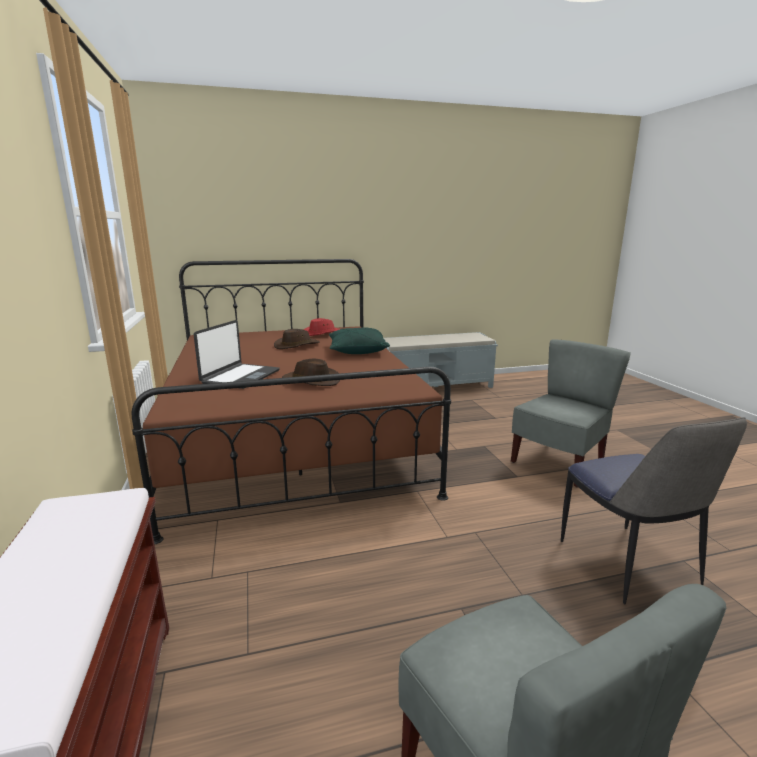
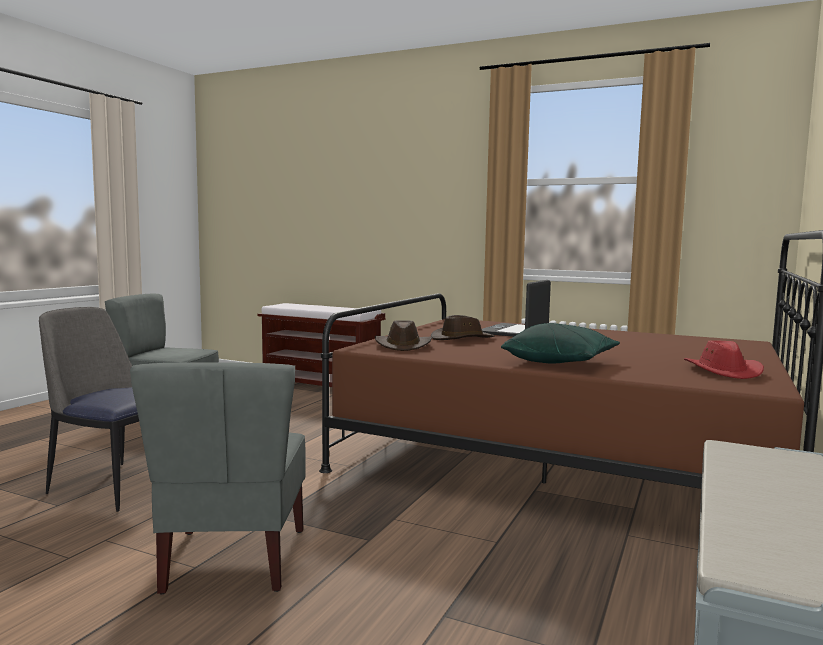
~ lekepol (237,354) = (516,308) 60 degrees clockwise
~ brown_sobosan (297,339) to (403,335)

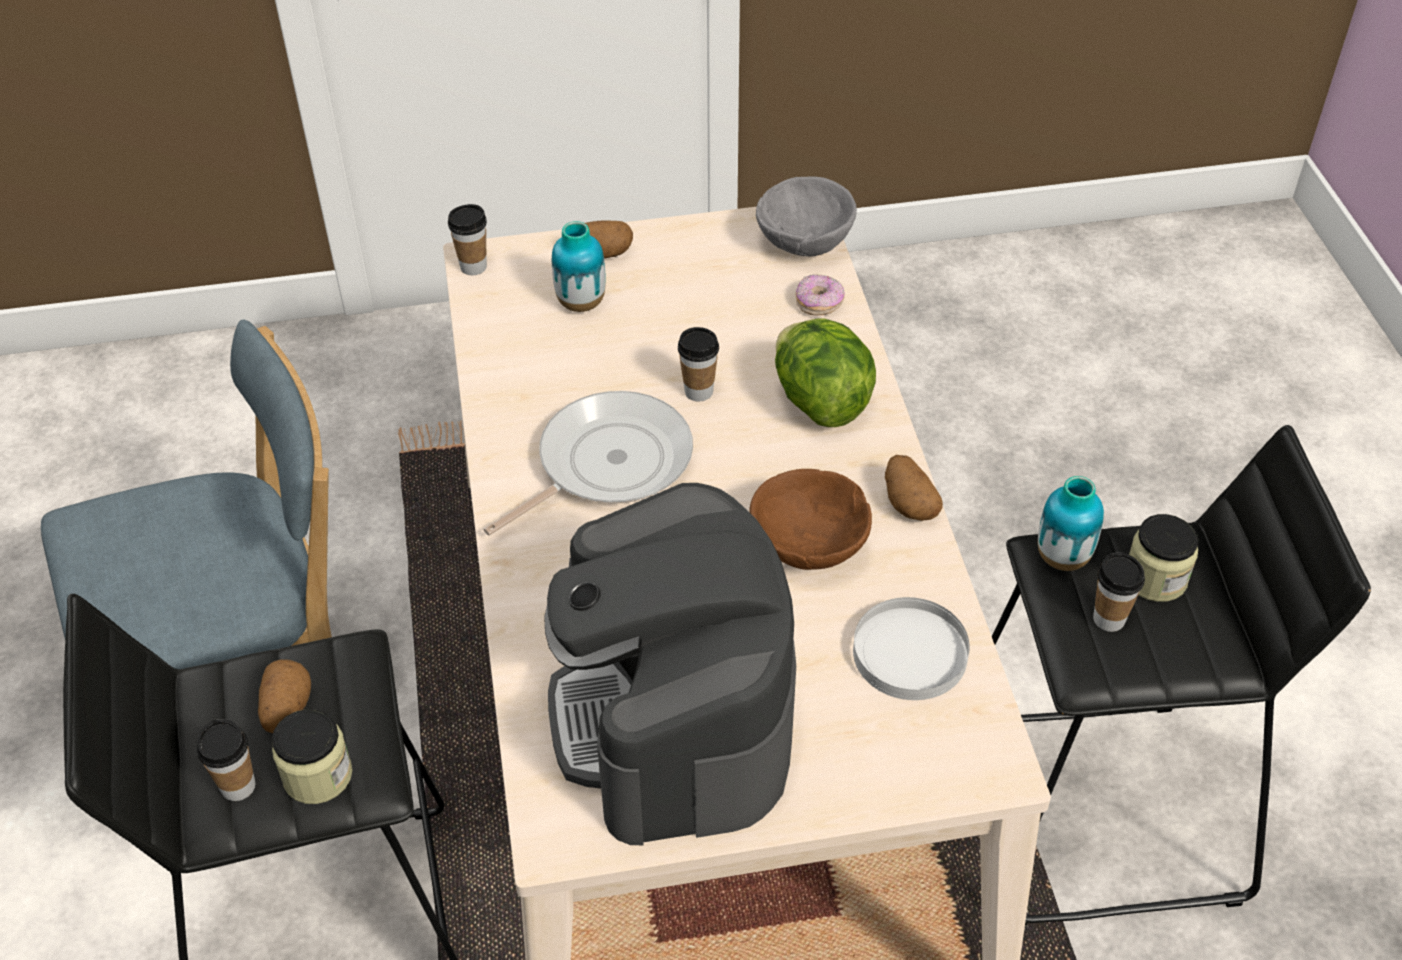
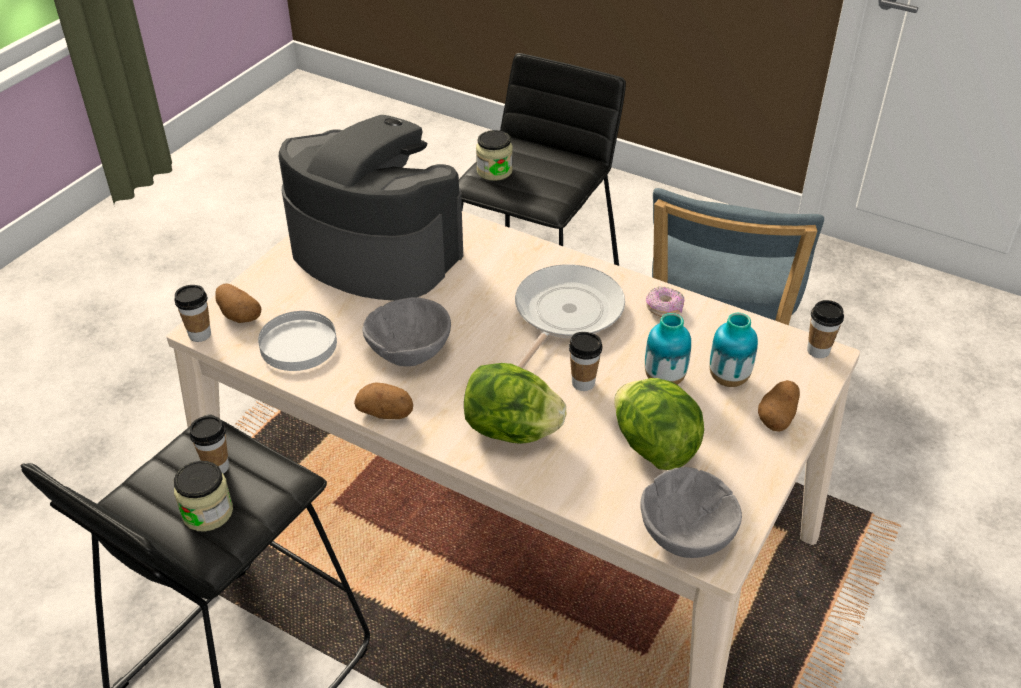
~ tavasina (820,295) to (665,301)
~ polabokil (588,463) = (570,316) 150 degrees counterclockwise
~ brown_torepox (810,519) to grey_torepox (406,331)
~ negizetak (1071,523) to (668,349)
~ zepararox (284,696) to (238,303)
~ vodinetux (226,760) to (192,313)
+ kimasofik (659,424)

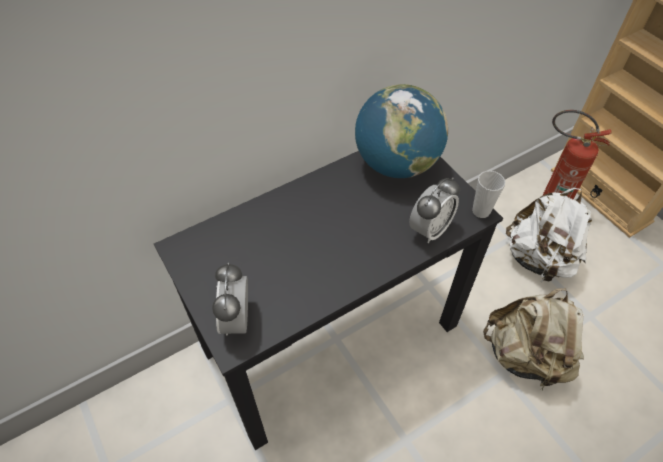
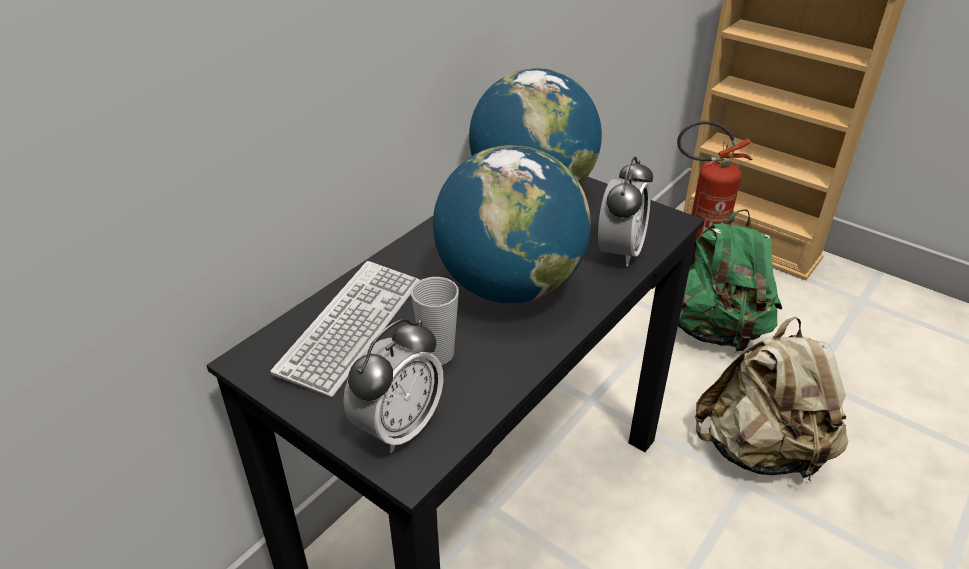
~ vodinetux (489,194) to (435,321)
~ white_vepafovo (549,234) to green_vepafovo (730,280)
~ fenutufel (230,299) = (393,386) 120 degrees counterclockwise
+ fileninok (512,224)
+ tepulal (345,329)

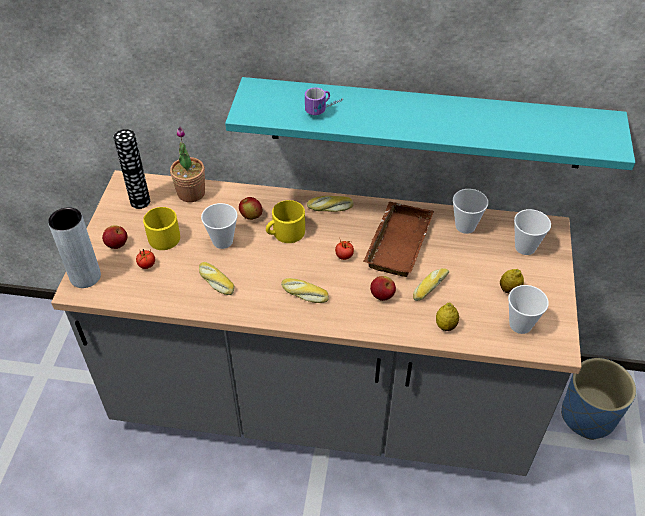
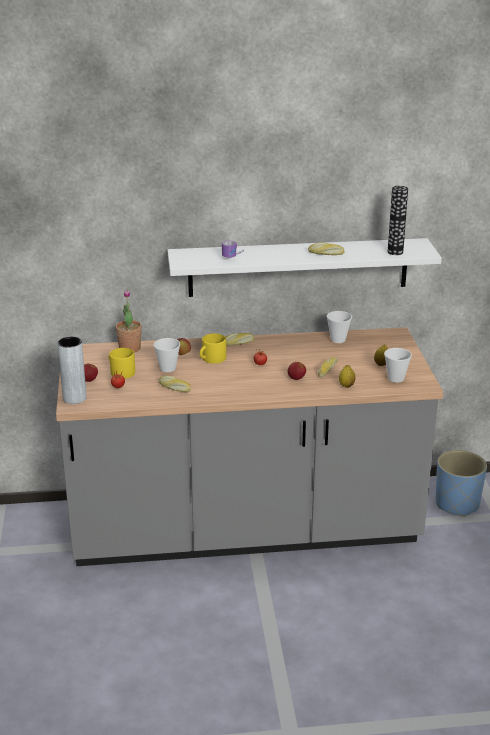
~ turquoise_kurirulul (430,123) to white_kurirulul (305,267)
~ negizetak (131,169) to (398,220)
- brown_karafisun (398,239)
- vodinetux (532,232)
~ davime (305,290) to (326,249)

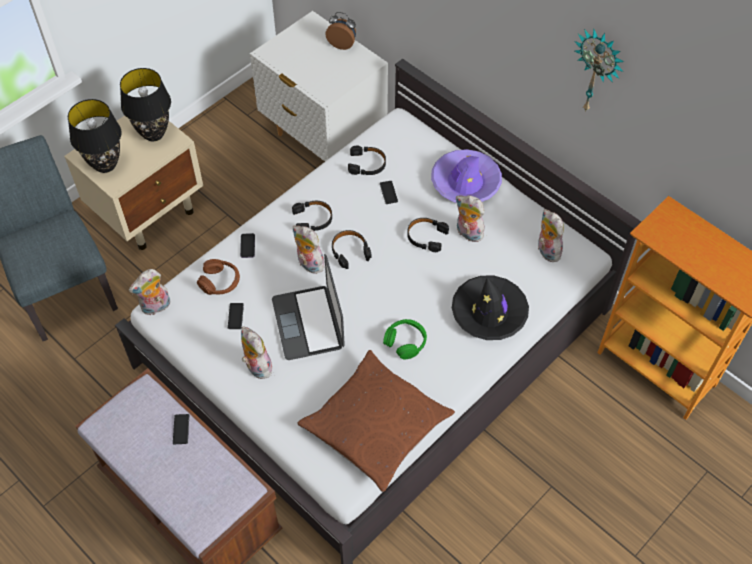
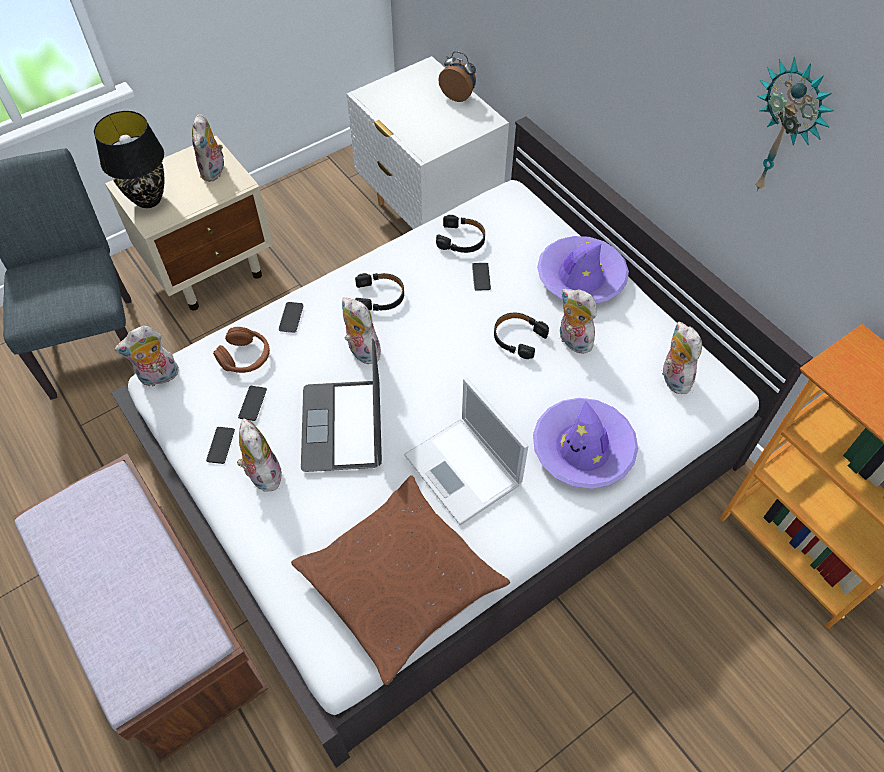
~ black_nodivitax (145,104) to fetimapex (208,148)
- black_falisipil (352,249)
~ black_sobosan (490,307) to purple_sobosan (585,443)
~ green_falisipil (405,339) to lekepol (466,451)
~ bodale (181,429) to (220,445)

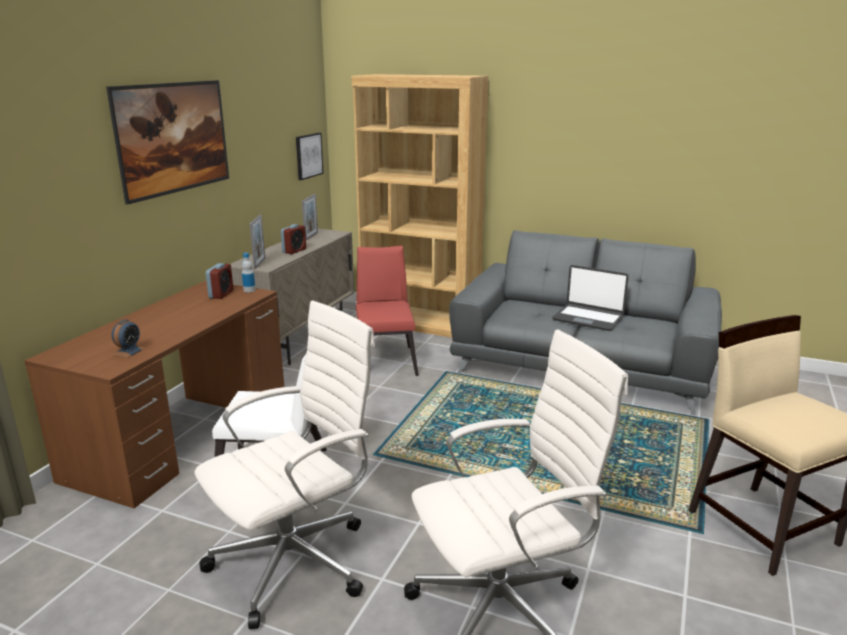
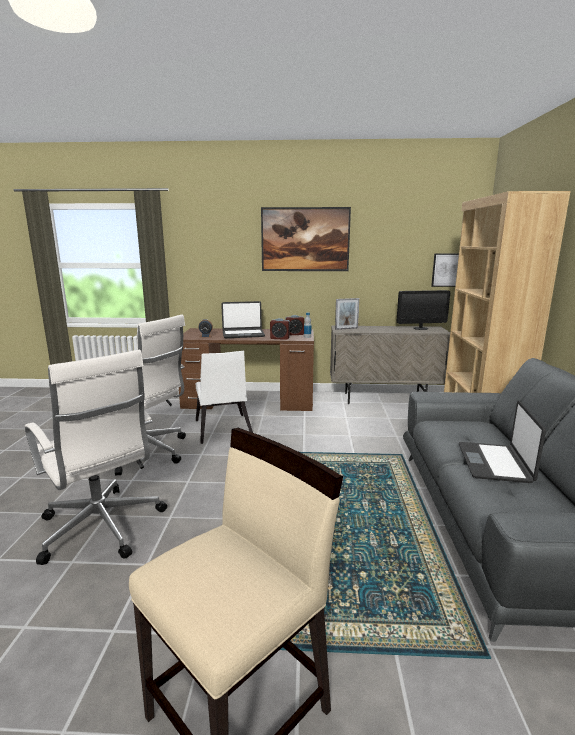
~ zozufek (310,217) to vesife (423,310)
~ fenutufel (293,239) to (280,329)
- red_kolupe (387,311)
+ lekepol (243,319)

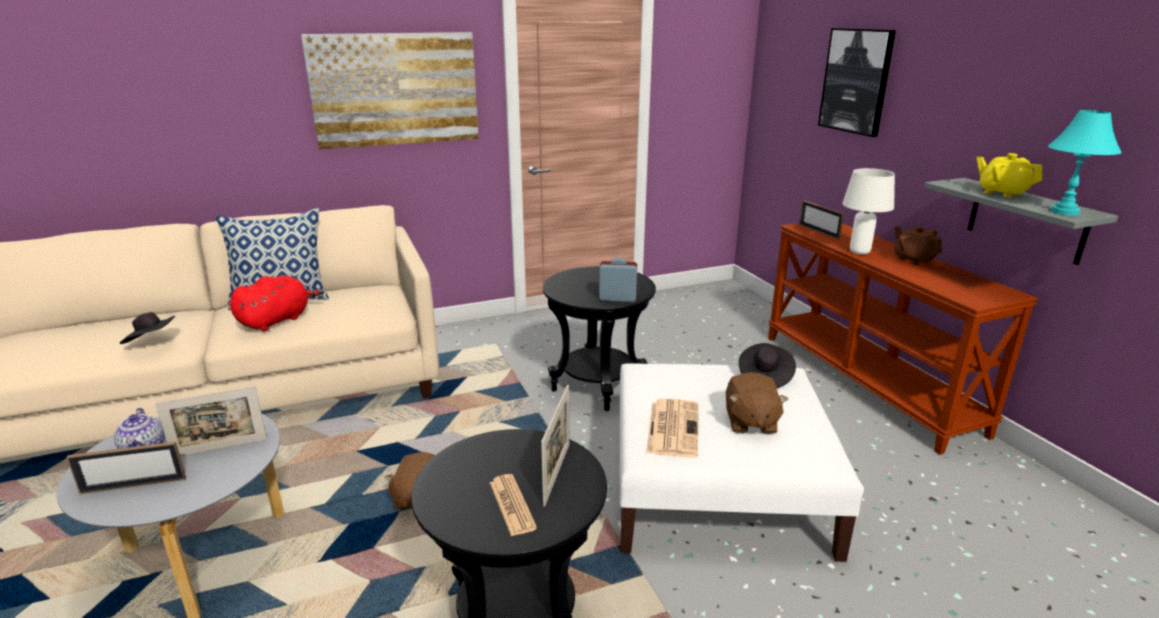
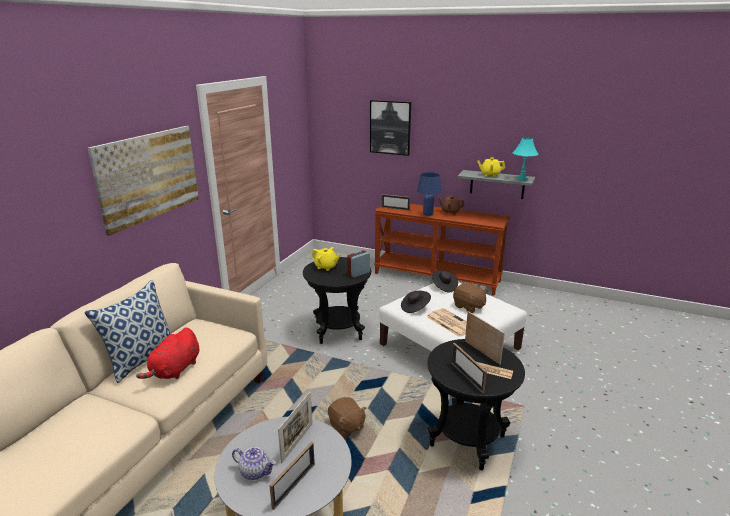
~ white_nodivitax (868,211) to blue_nodivitax (429,194)
~ red_fetimapex (277,303) = (167,353) 150 degrees counterclockwise
~ black_sobosan (147,328) to (416,302)
+ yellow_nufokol (326,259)
+ zozufek (469,368)

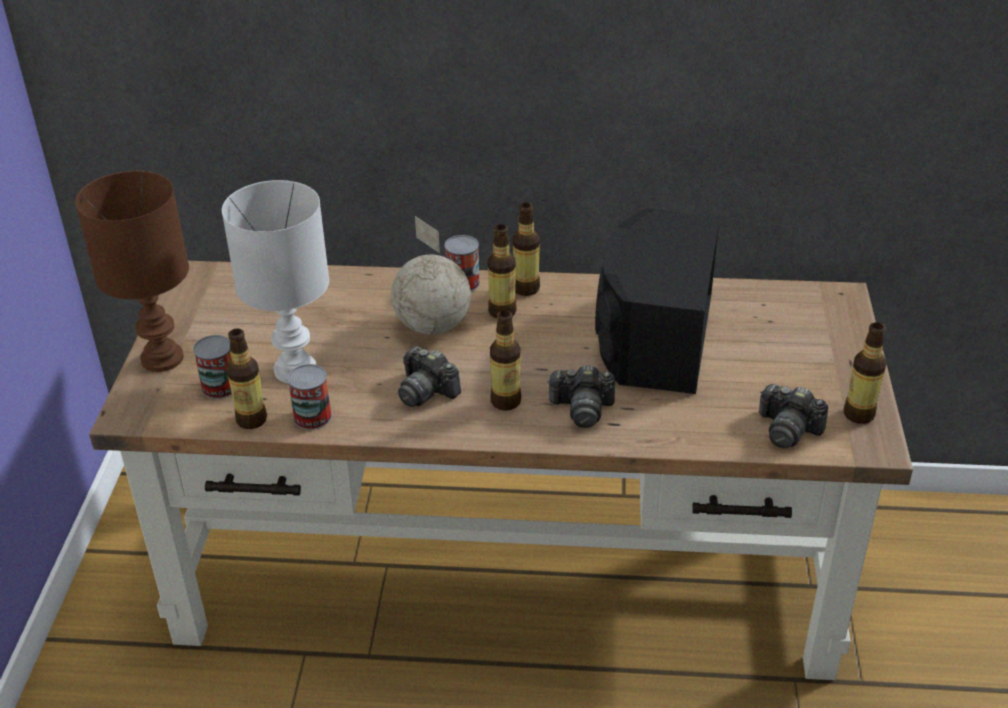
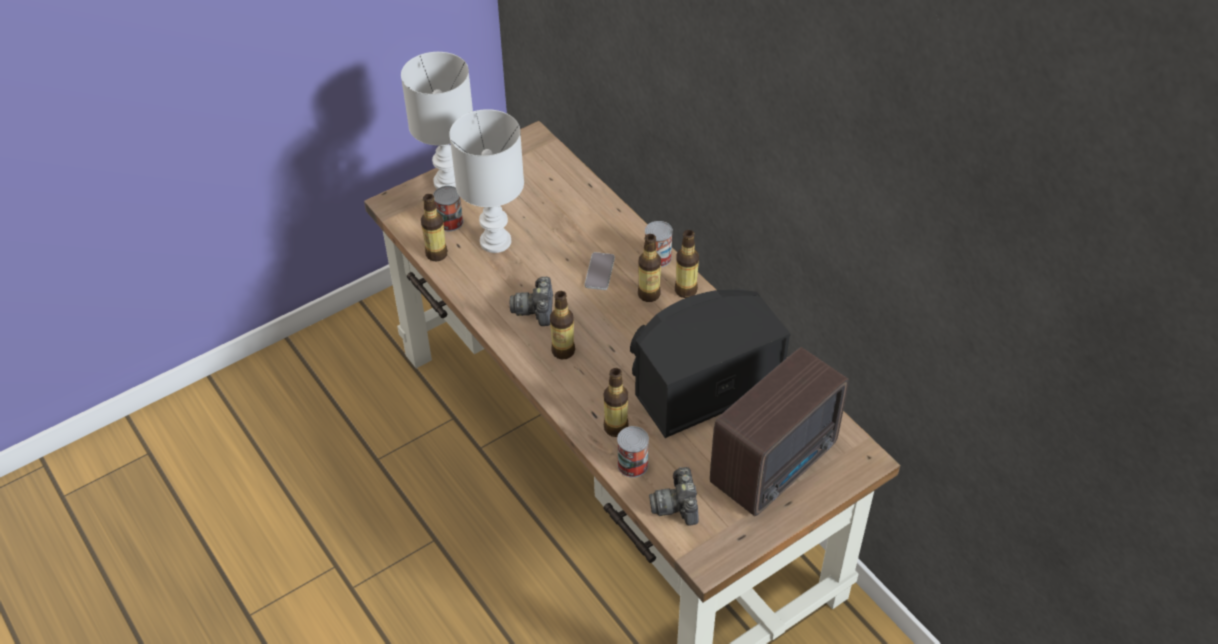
~ brown_nodivitax (132,271) to white_nodivitax (437,120)
~ fileninok (431,275) to bodale (600,271)
~ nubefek (865,373) to (616,402)
~ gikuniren (309,397) to (633,452)
- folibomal (581,396)
+ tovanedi (779,431)

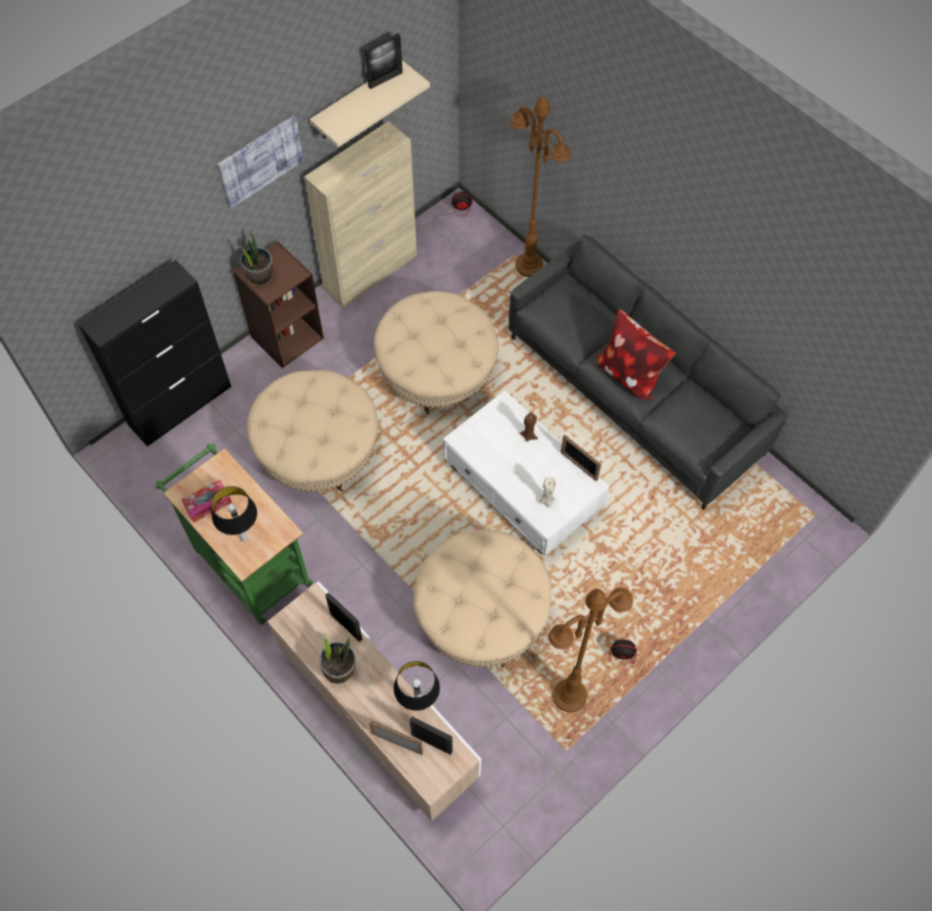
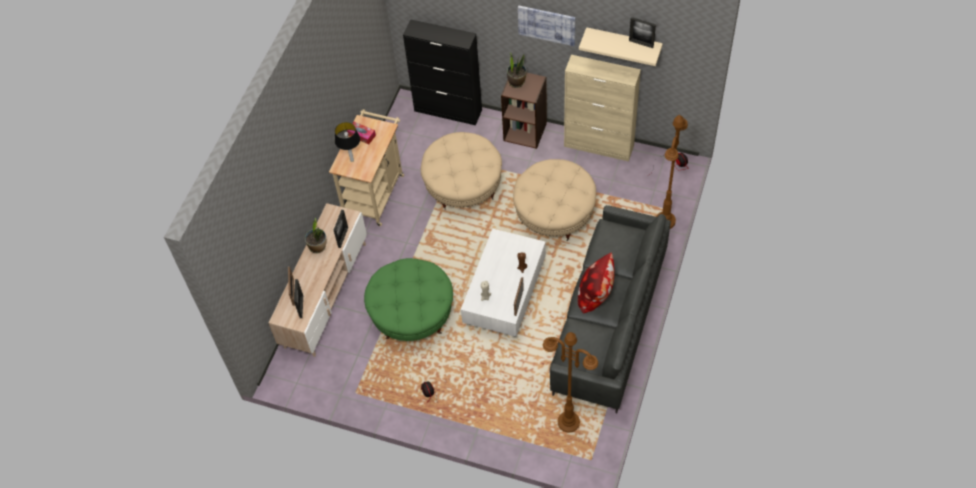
~ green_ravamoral (234,534) to beige_ravamoral (366,167)
~ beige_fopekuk (482,599) to green_fopekuk (408,299)
~ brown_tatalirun (591,650) to (570,382)
- nodivitax (417,686)

